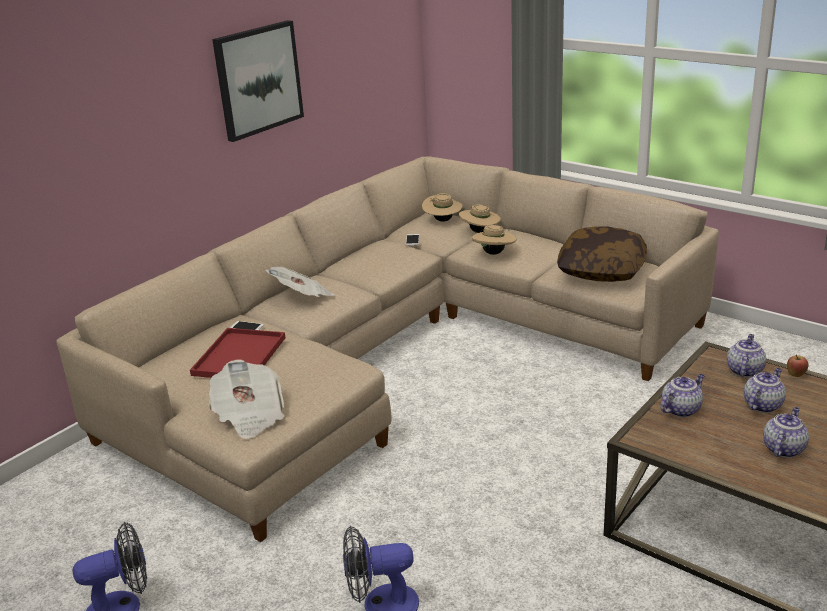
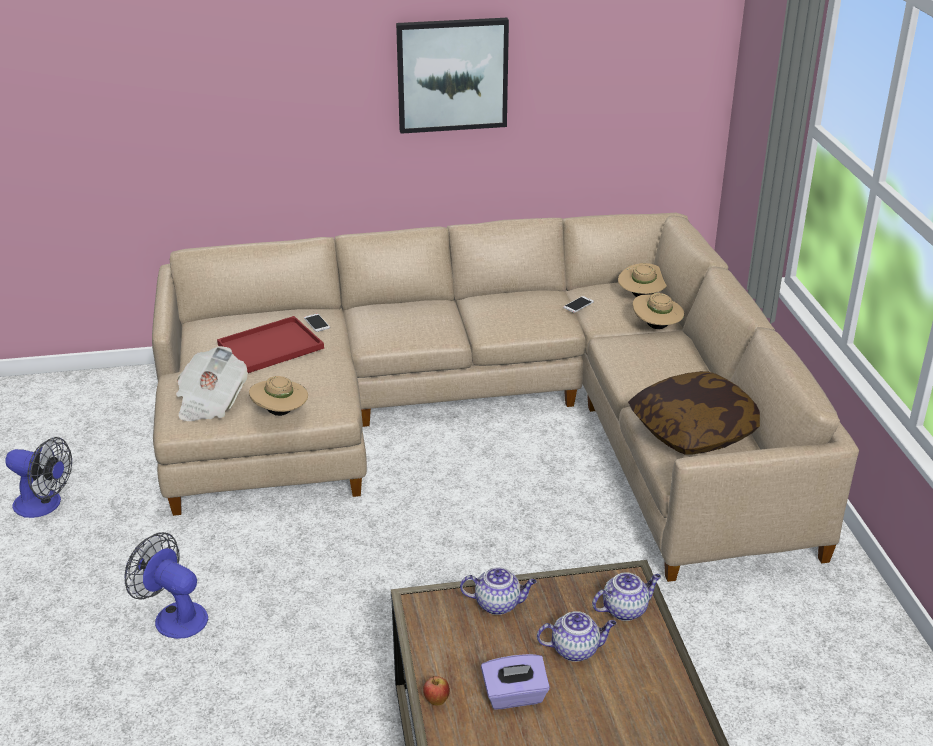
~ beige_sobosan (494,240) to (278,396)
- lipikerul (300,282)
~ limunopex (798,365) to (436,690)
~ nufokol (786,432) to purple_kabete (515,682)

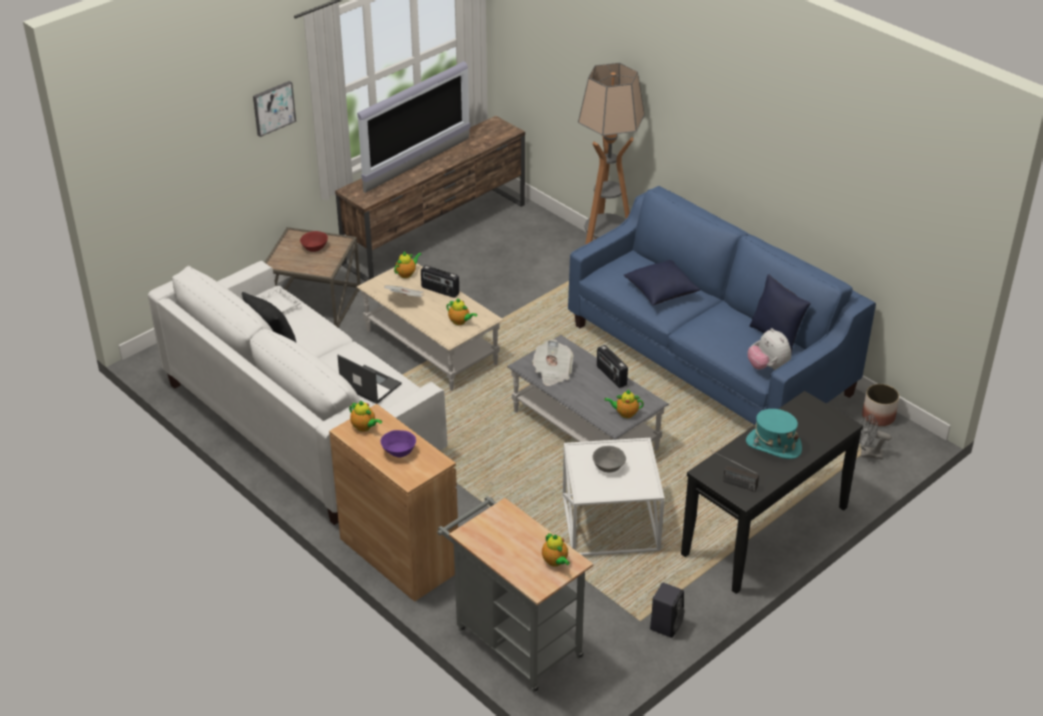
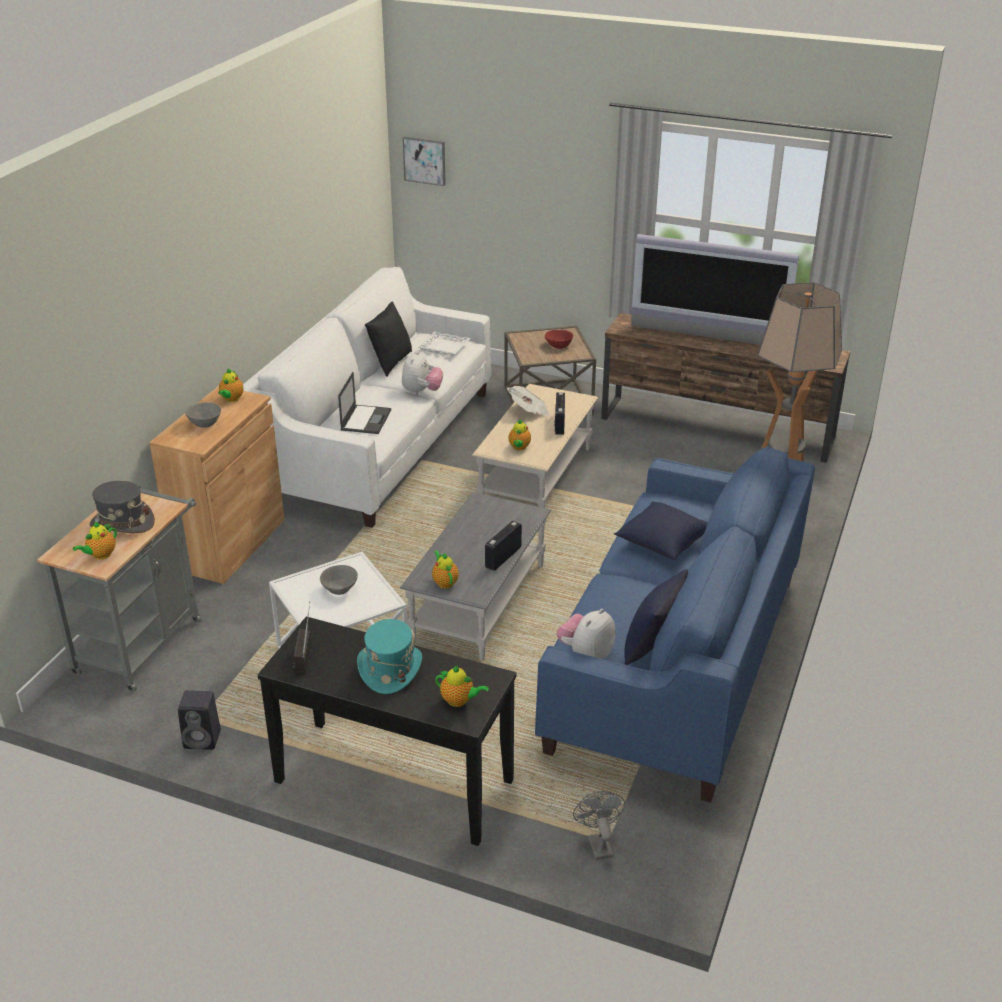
~ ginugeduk (274,109) to (424,161)
~ nufokol (408,265) to (462,686)
- lipikerul (553,362)
- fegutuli (880,405)
~ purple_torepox (398,443) to grey_torepox (203,415)
+ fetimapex (422,373)
+ grey_sobosan (122,507)

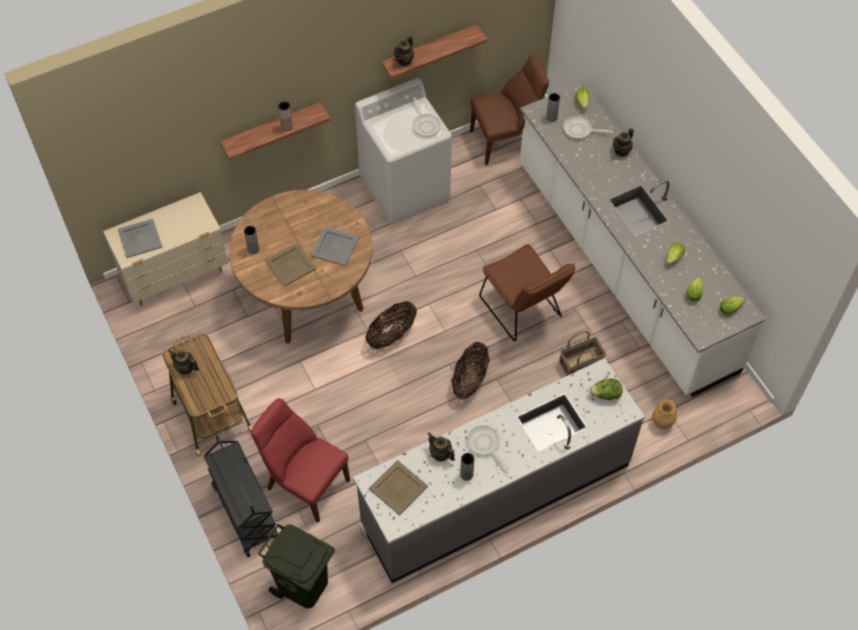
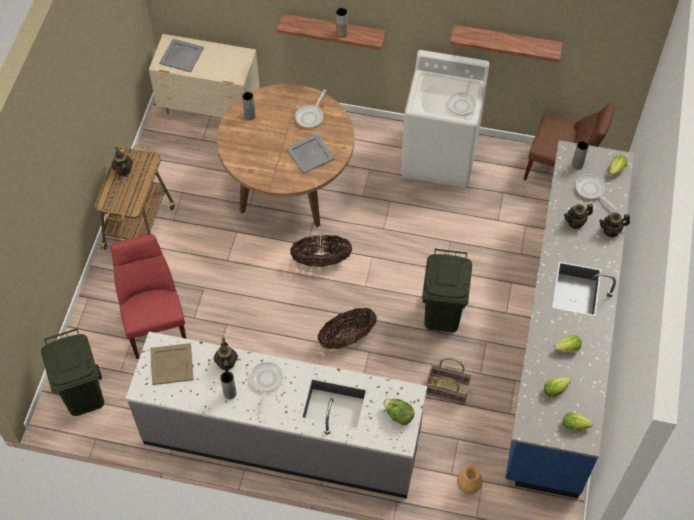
~ nufokol (404,51) to (578,216)
~ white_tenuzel (643,239) to blue_tenuzel (569,319)
- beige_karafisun (290,265)
~ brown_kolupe (527,293) to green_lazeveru (447,290)
- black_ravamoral (241,496)
+ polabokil (310,108)

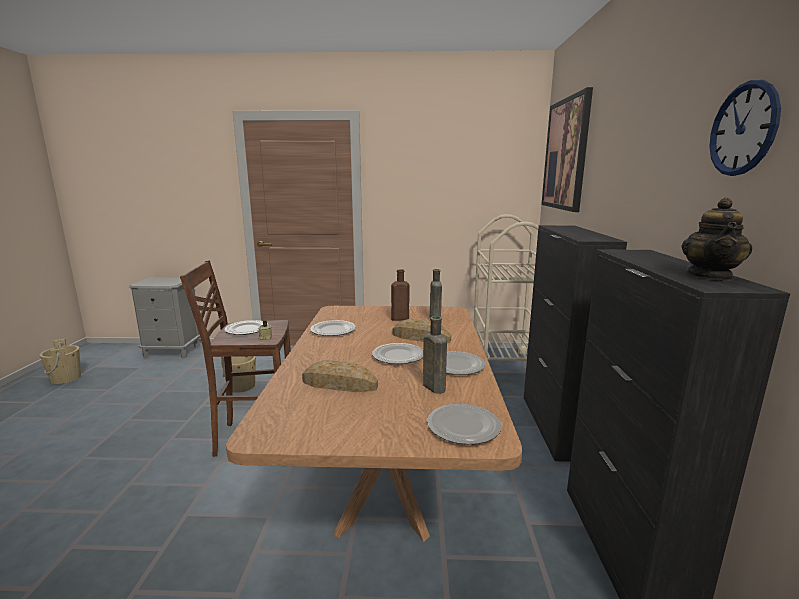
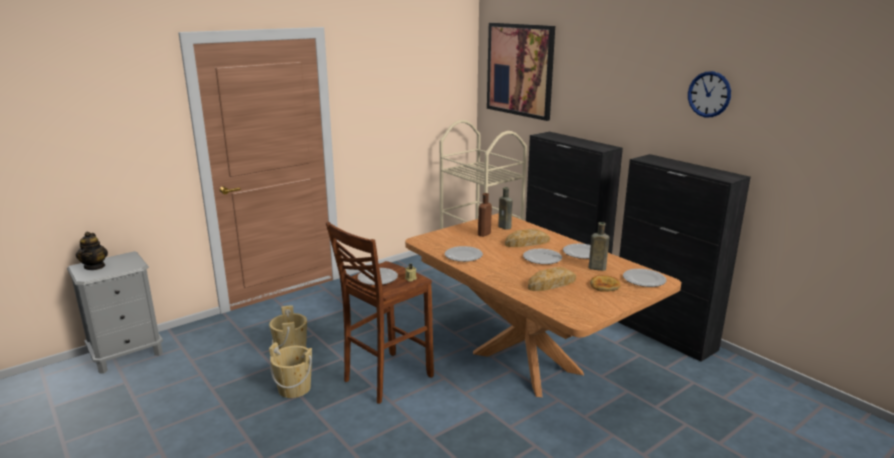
~ nufokol (716,239) to (92,251)
~ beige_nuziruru (60,361) to (290,370)
+ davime (605,283)

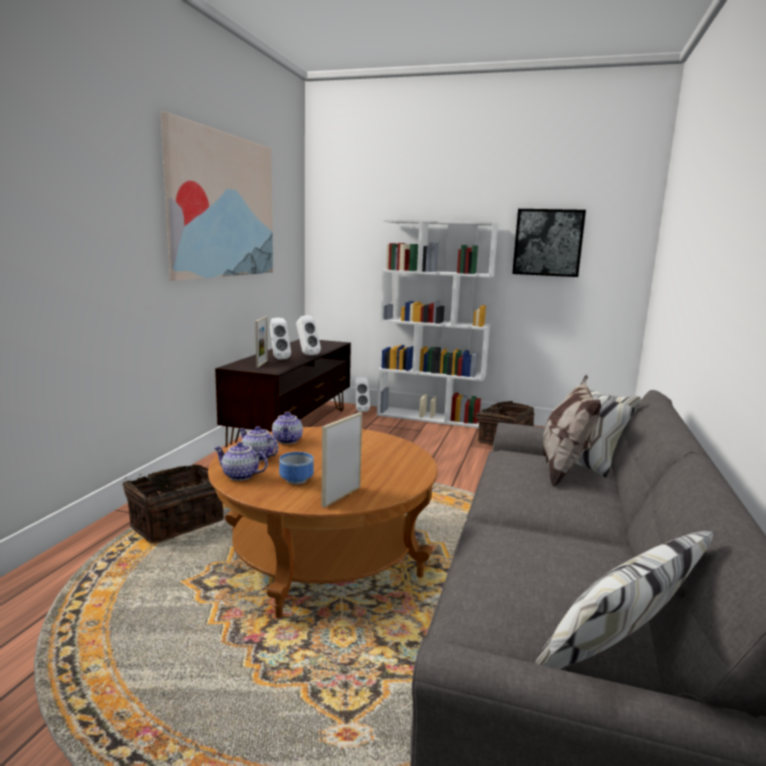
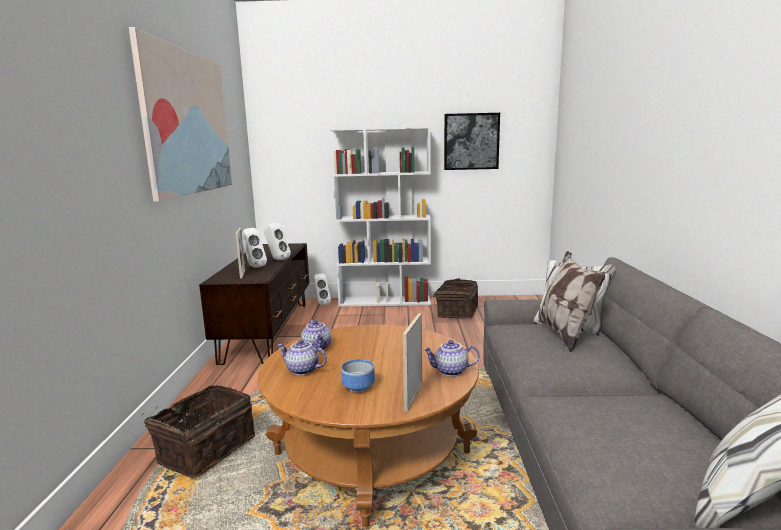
~ nufokol (241,461) to (451,358)

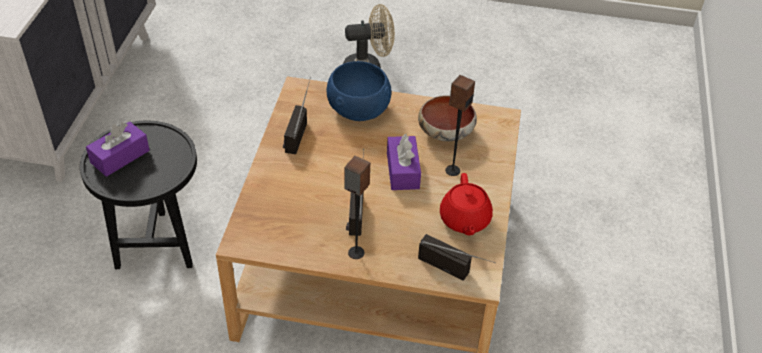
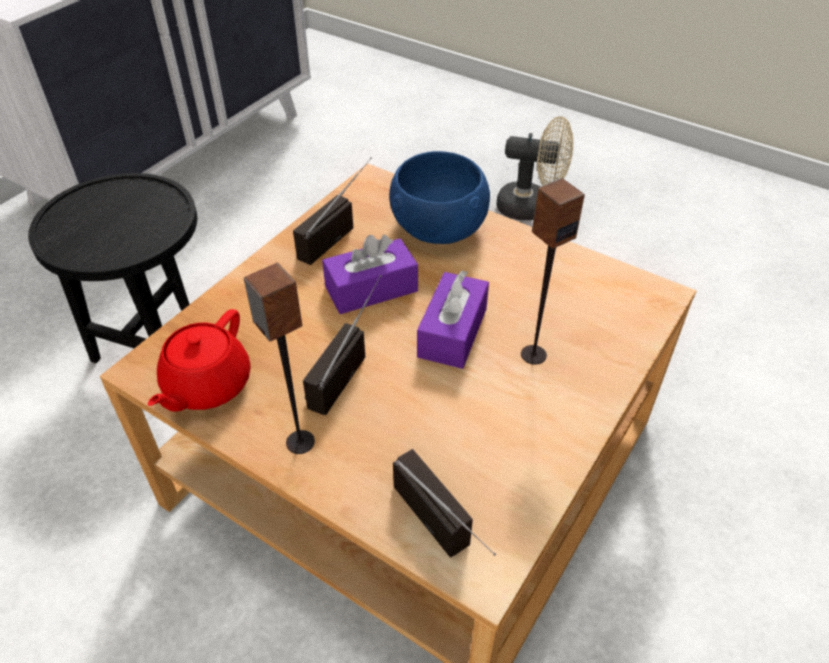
- torepox (447,118)
~ purple_kabete (118,149) to (370,274)
~ red_nufokol (466,204) to (199,360)

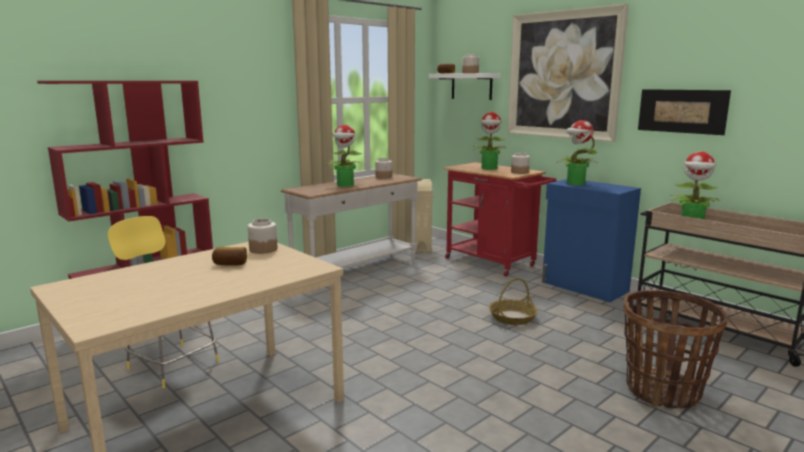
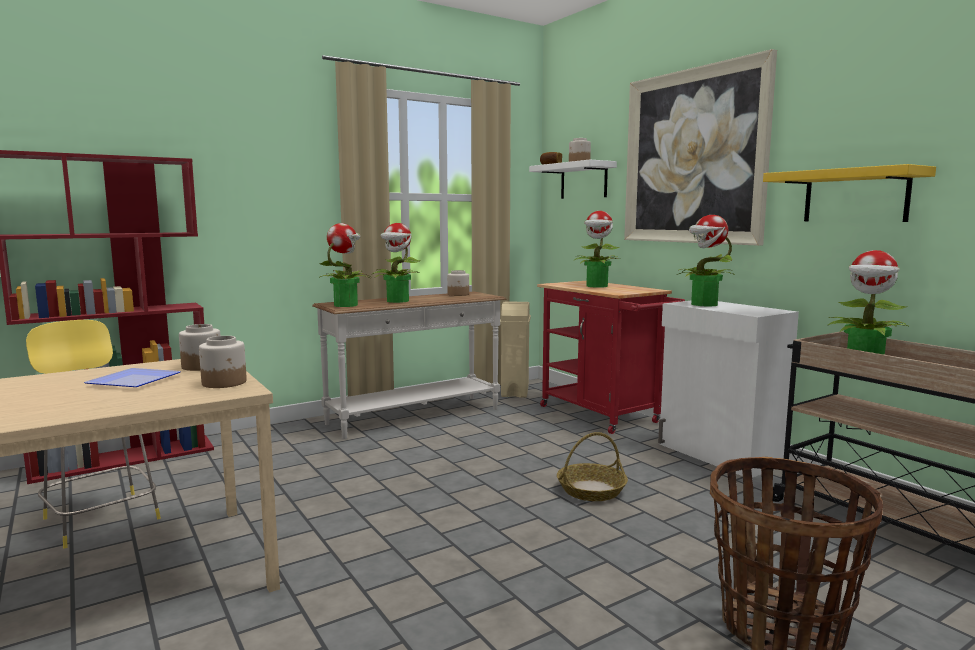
~ ginugeduk (684,112) to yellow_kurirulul (849,193)
~ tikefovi (520,163) to (223,362)
~ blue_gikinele (591,240) to white_gikinele (728,389)
~ davime (229,256) to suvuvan (132,377)
+ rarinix (345,265)

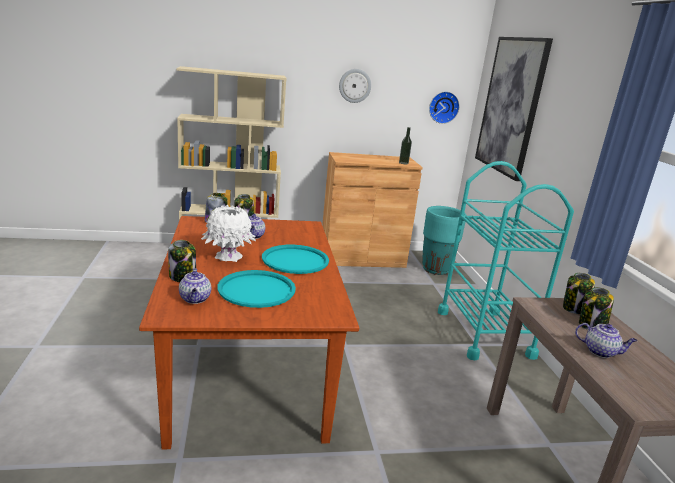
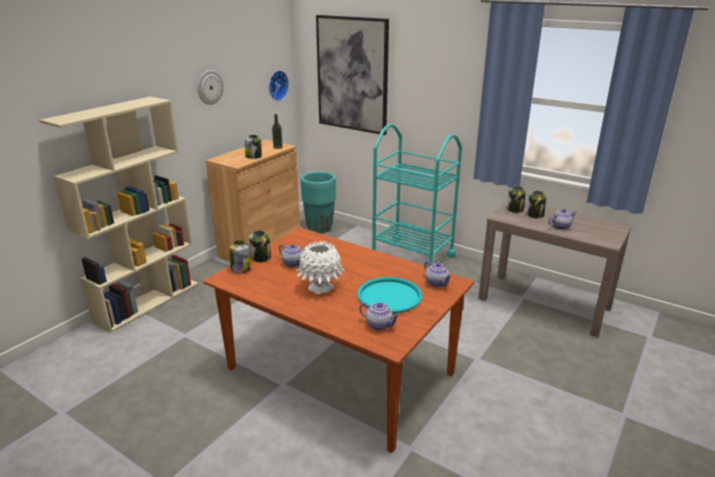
~ tikefovi (182,261) to (253,147)
- turquoise_karafisun (295,259)
+ nufokol (438,274)

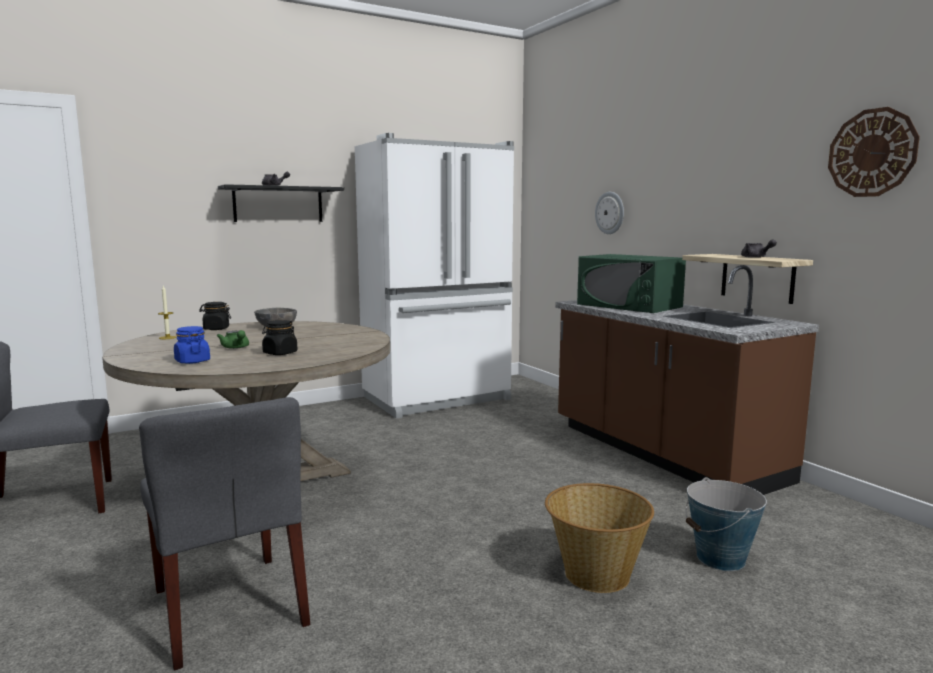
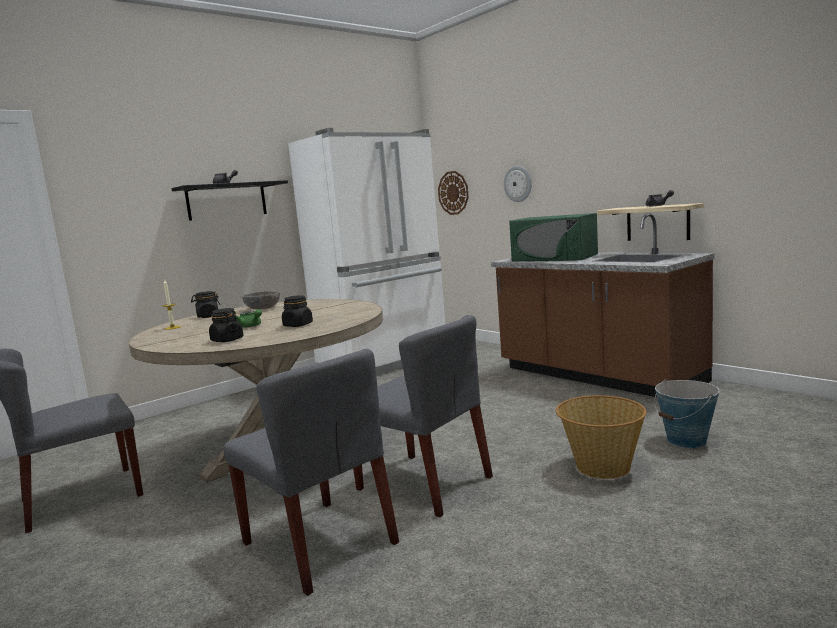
~ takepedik (874,152) to (453,193)
~ blue_tikefovi (192,345) to black_tikefovi (226,325)
+ grey_kolupe (423,416)

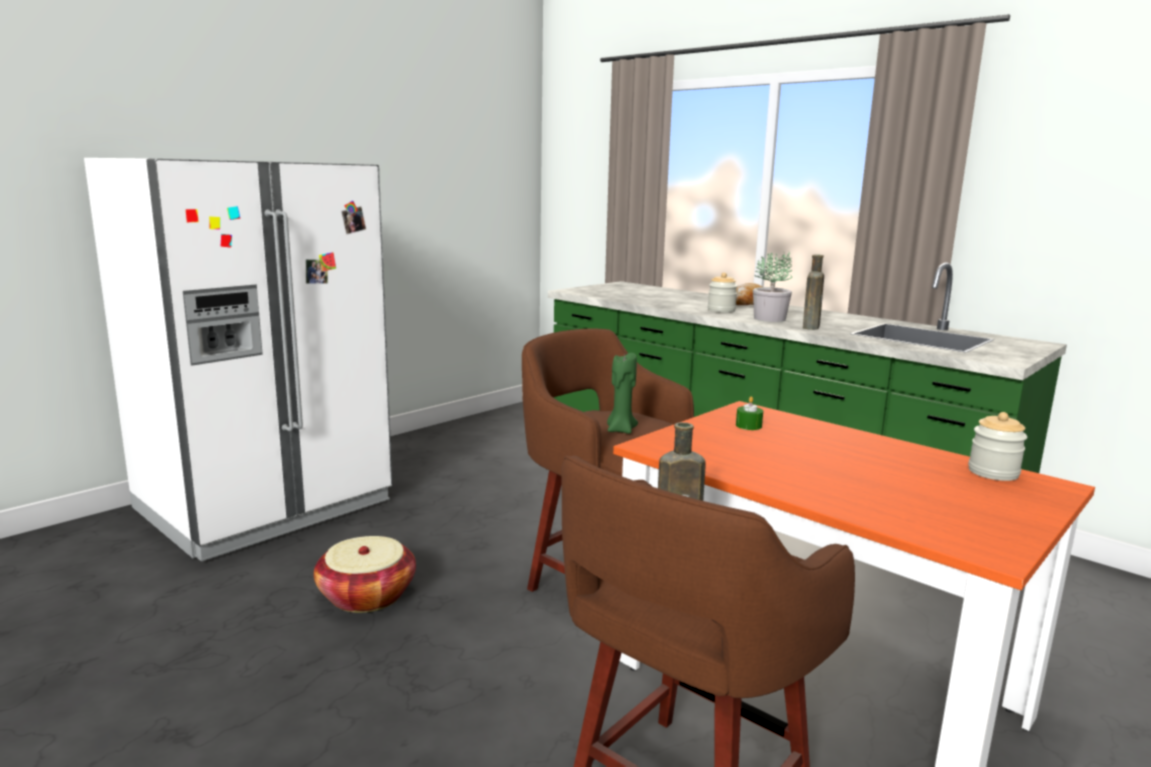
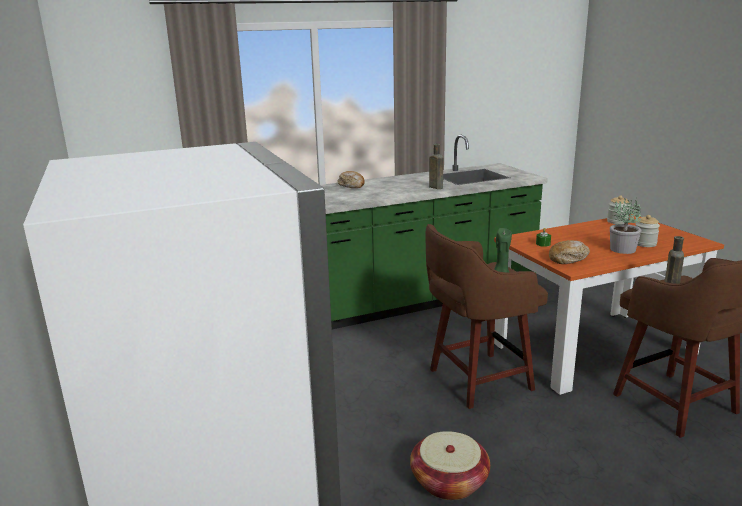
~ rarinix (772,287) to (625,225)
~ tikefovi (723,293) to (647,231)
+ davime (569,252)

